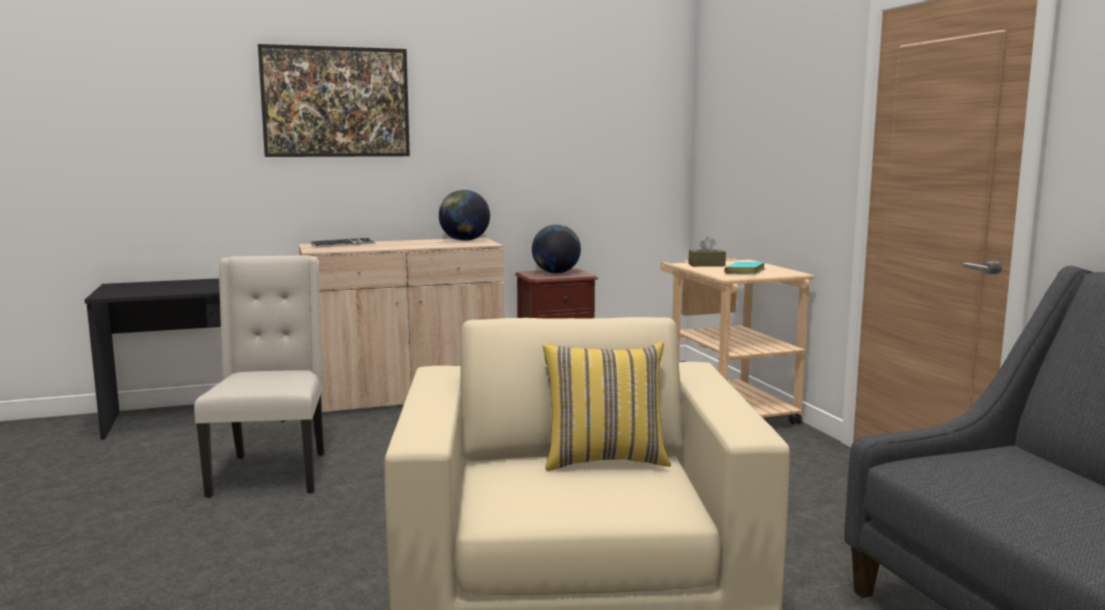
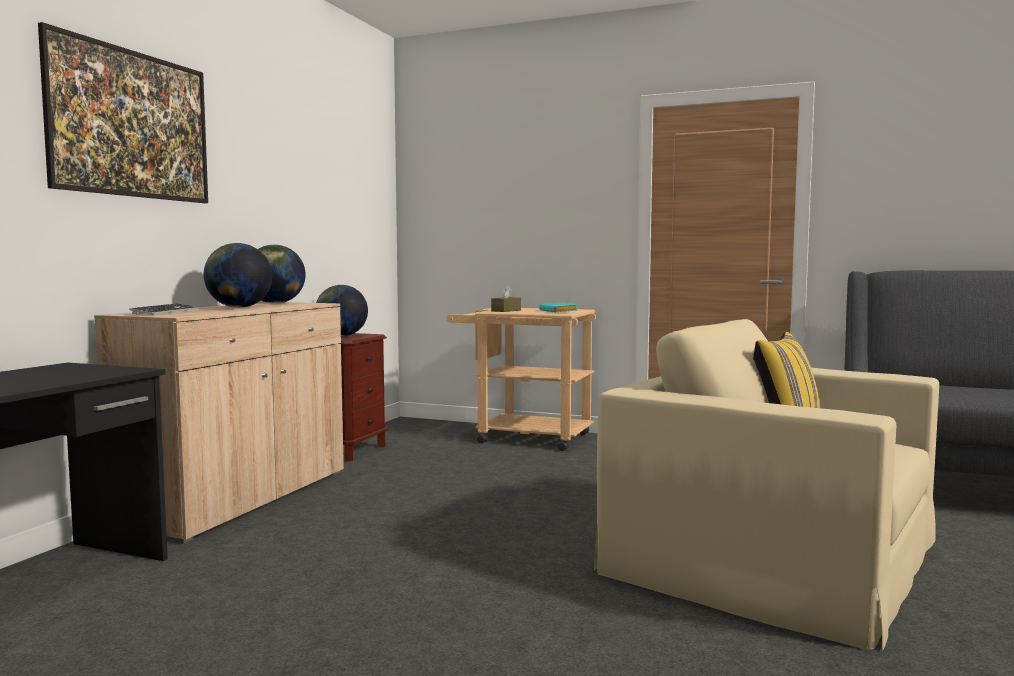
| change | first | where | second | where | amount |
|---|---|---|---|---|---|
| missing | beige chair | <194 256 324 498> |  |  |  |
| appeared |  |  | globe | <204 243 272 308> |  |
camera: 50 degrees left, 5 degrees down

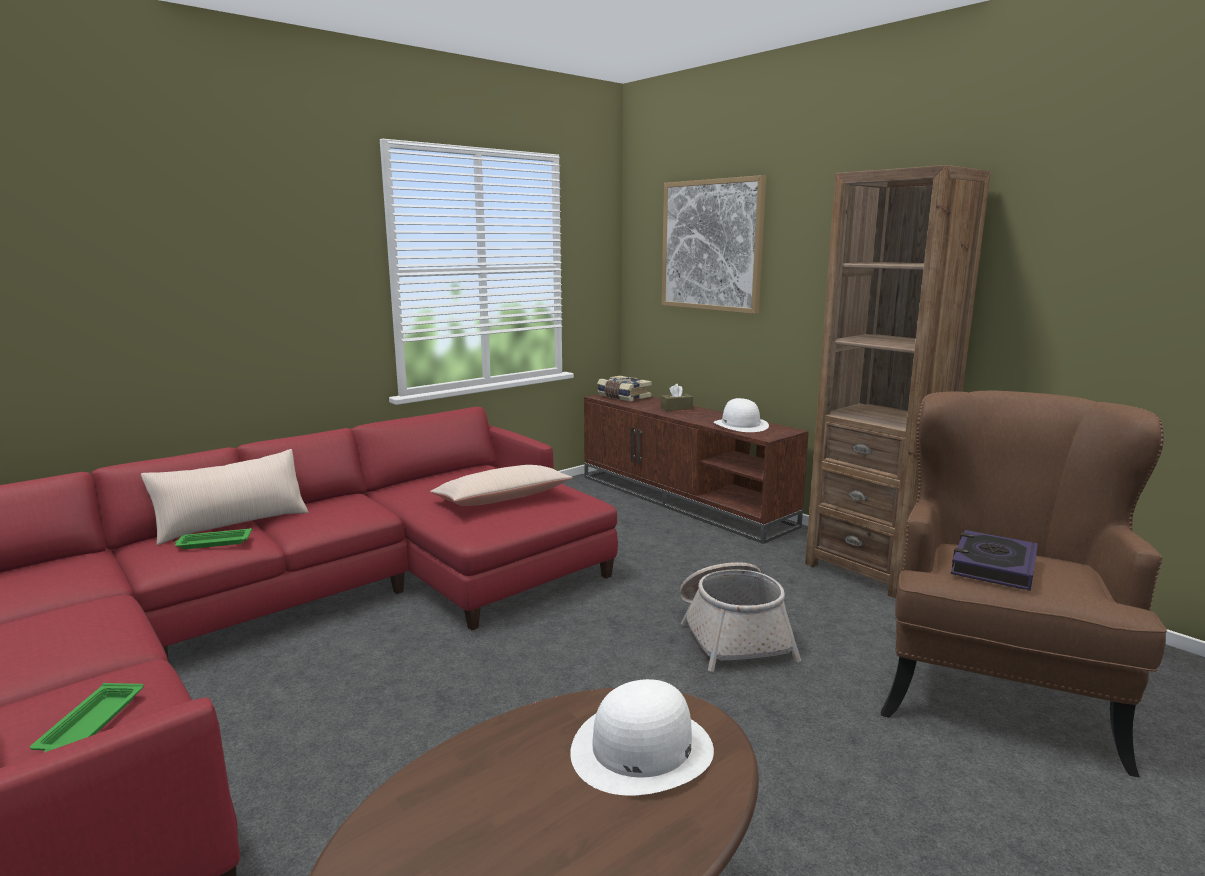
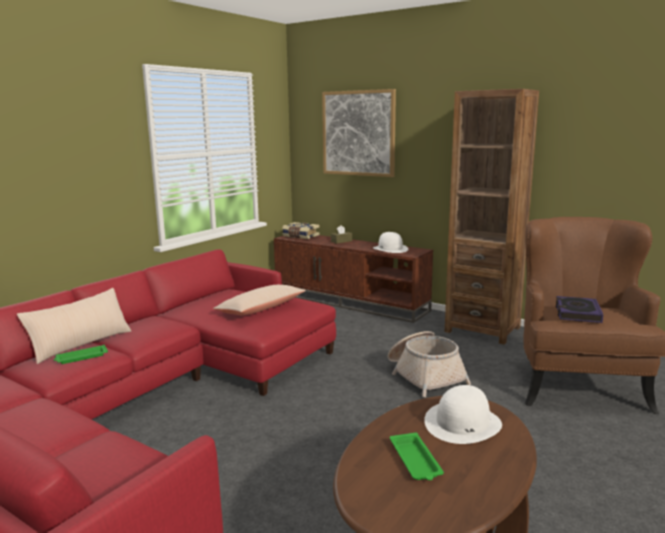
| change | first | where | second | where | amount |
|---|---|---|---|---|---|
| relocated | green tray | <30 683 144 752> |  | <390 432 444 480> |  |
camera: 15 degrees left, 0 degrees up

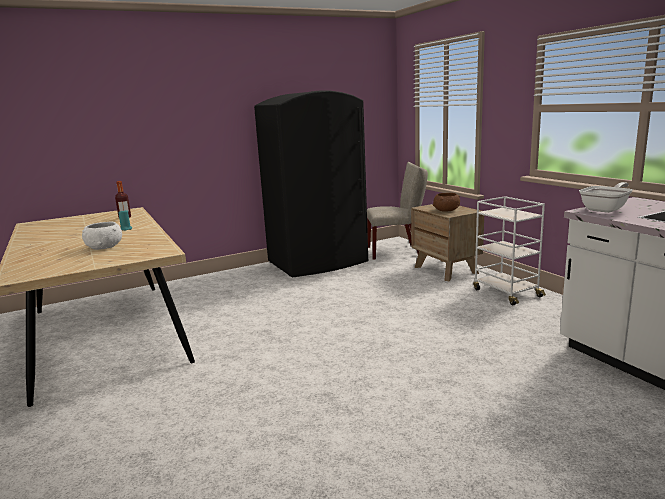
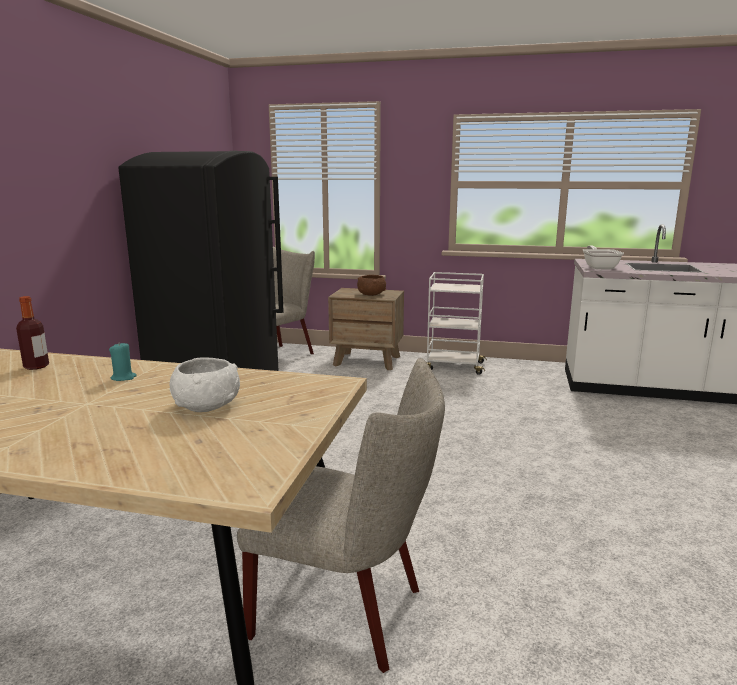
| change | first | where | second | where | amount |
|---|---|---|---|---|---|
| appeared |  |  | beige chair | <237 358 445 673> |  |
camera: 50 degrees left, 0 degrees up

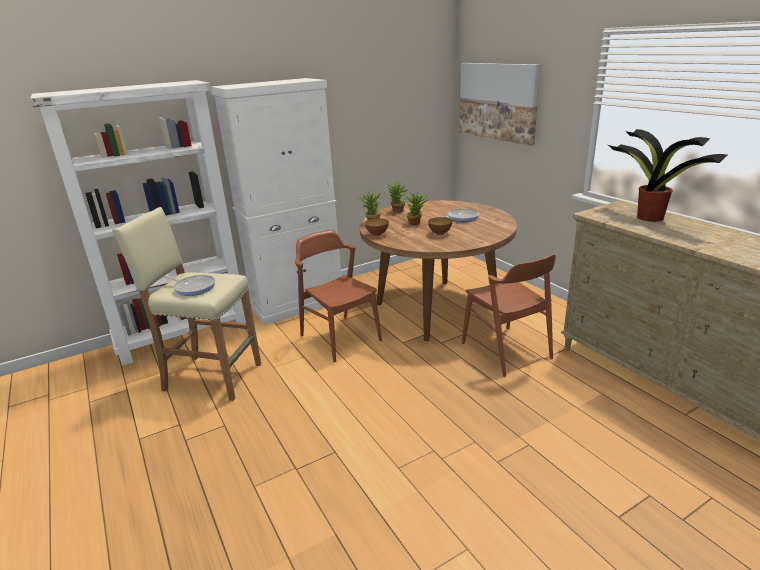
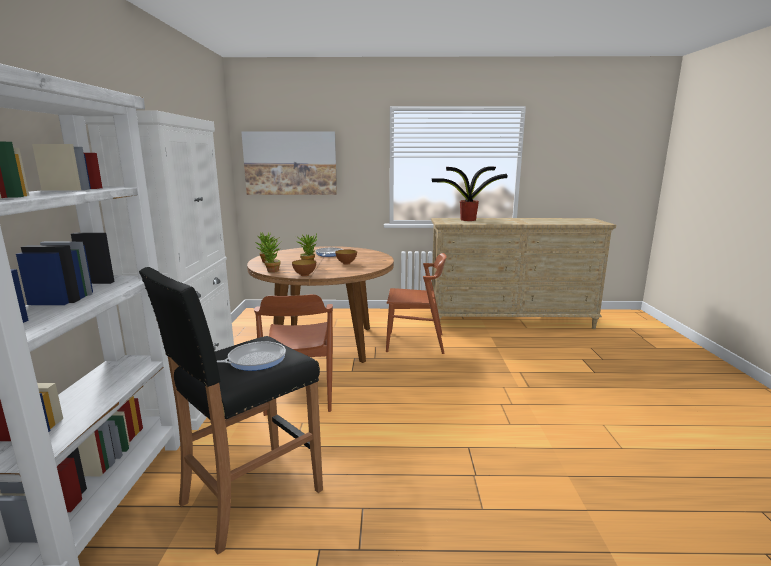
| change | first | where | second | where | amount |
|---|---|---|---|---|---|
| colour | beige stool | <112 207 261 401> | black stool | <139 267 323 555> |  |
| spun | brown chair | <295 230 382 362> |  | <254 294 333 416> | 90 degrees counterclockwise |
camera: 60 degrees left, 10 degrees down

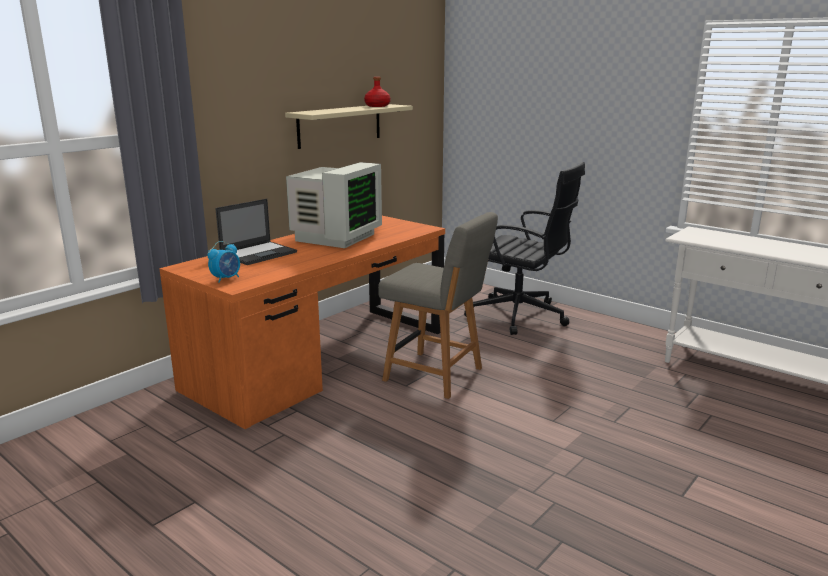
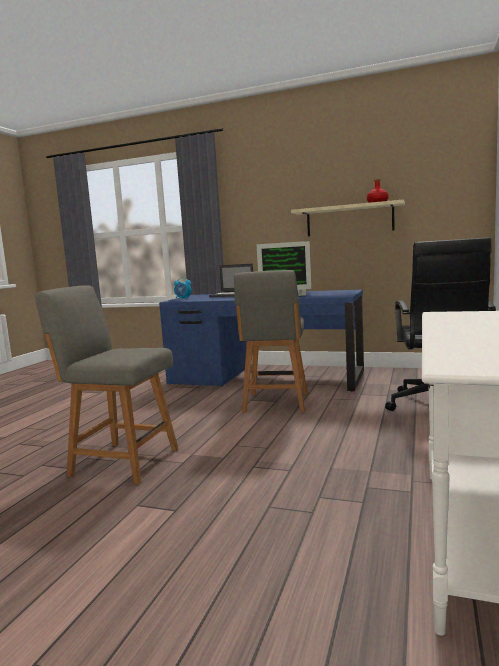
| change | first | where | second | where | amount |
|---|---|---|---|---|---|
| colour | orange desk | <159 216 445 429> | blue desk | <159 289 364 392> |  |
| appeared |  |  | grey chair | <35 285 178 484> |  |
camera: 70 degrees right, 10 degrees down

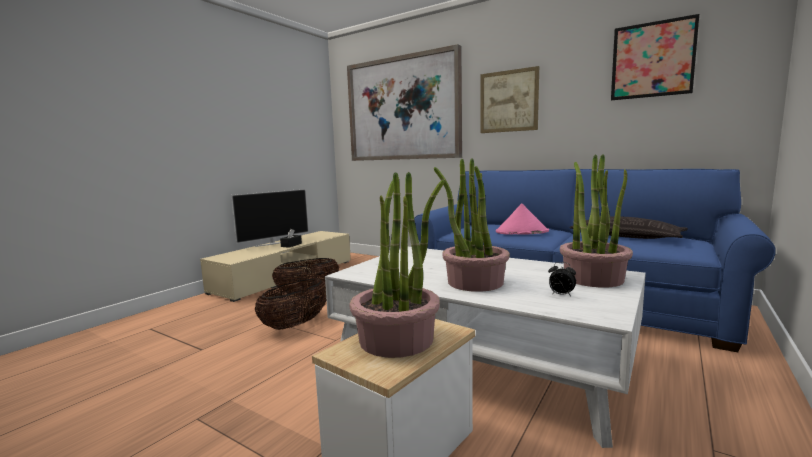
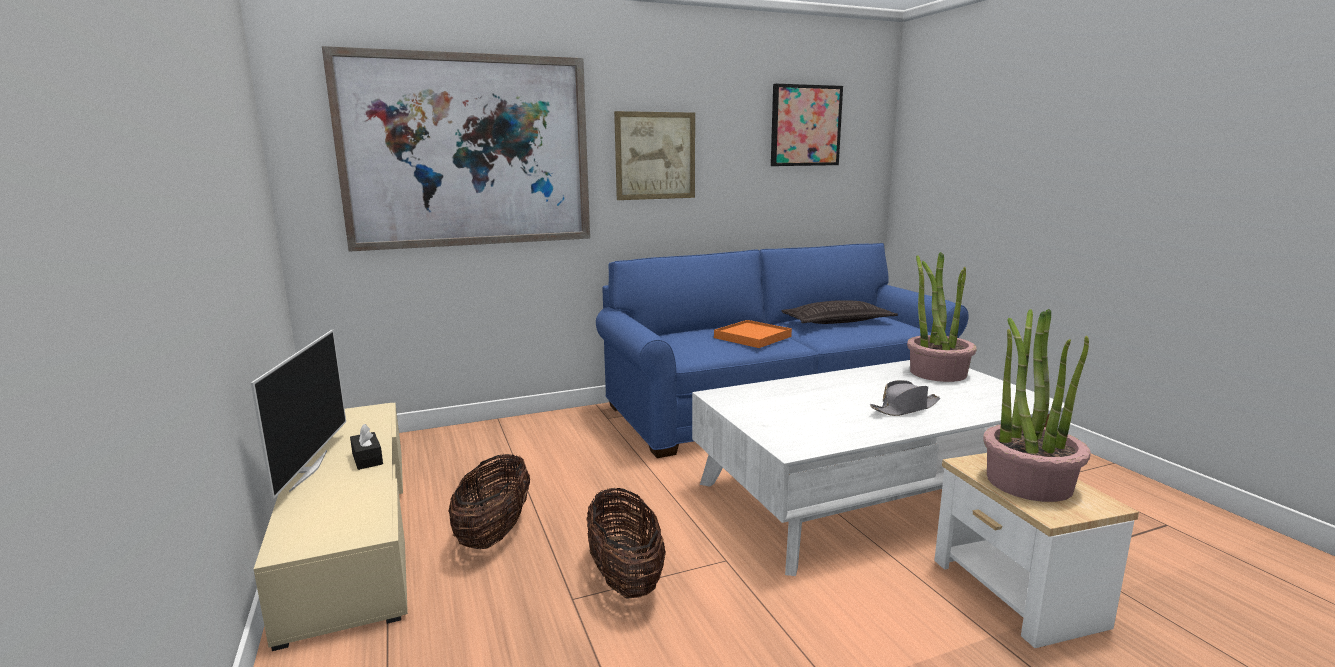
| change | first | where | second | where | amount |
|---|---|---|---|---|---|
| exchanged | potted plant | <434 159 510 292> | grey hat | <870 380 940 416> |  |
| exchanged | pink hat | <496 203 549 235> | orange tray | <714 320 792 348> |  |
| missing | alarm clock | <548 262 576 296> |  |  |  |
camera: 55 degrees left, 5 degrees up

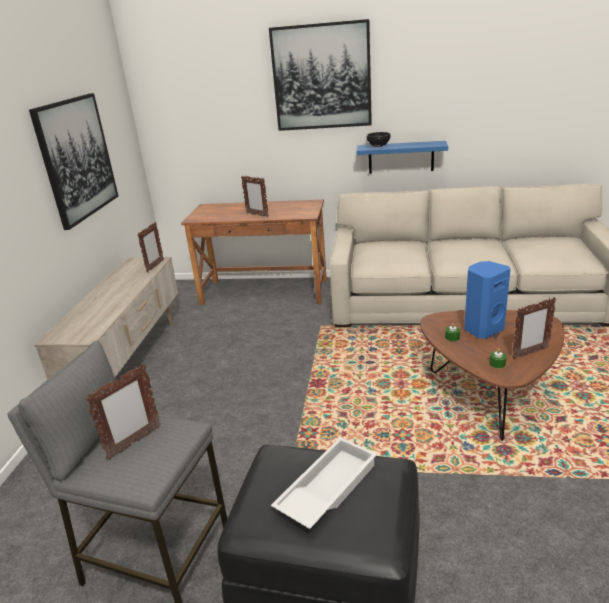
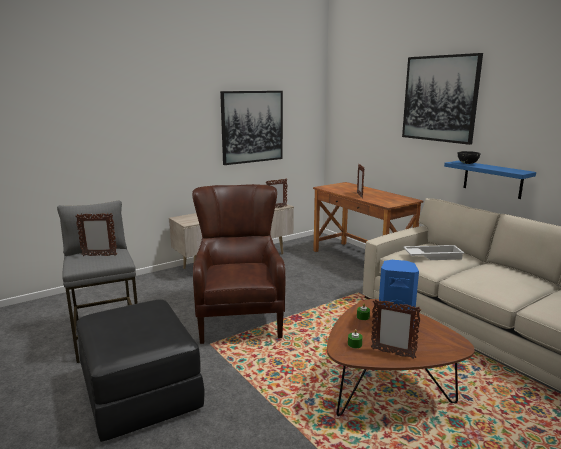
| change | first | where | second | where | amount |
|---|---|---|---|---|---|
| relocated | white tray | <271 437 377 529> |  | <403 245 464 260> |  |
| appeared |  |  | brown armchair | <192 184 285 344> |  |
camera: 45 degrees right, 10 degrees down

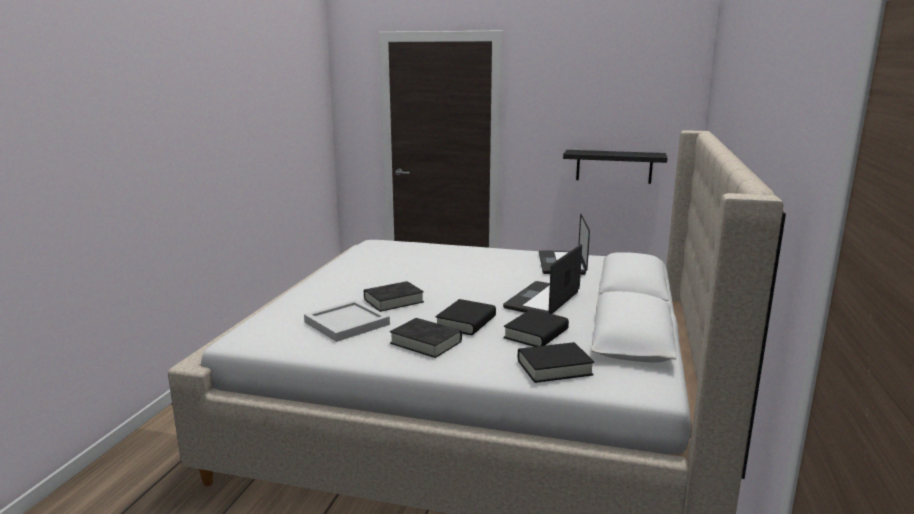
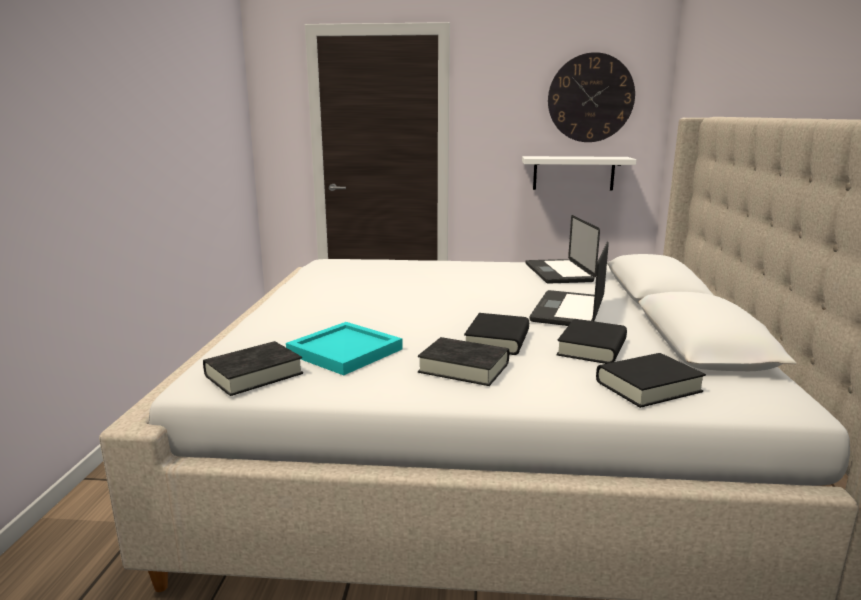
| change | first | where | second | where | amount |
|---|---|---|---|---|---|
| colour | black shelf | <563 150 668 184> | white shelf | <522 156 636 191> |  |
| relocated | black book | <364 281 424 312> |  | <203 341 303 396> |  |
| colour | white tray | <304 300 390 342> | turquoise tray | <286 322 403 375> |  |
| appeared |  |  | wall clock | <548 52 635 142> |  |
camera: 10 degrees left, 0 degrees up

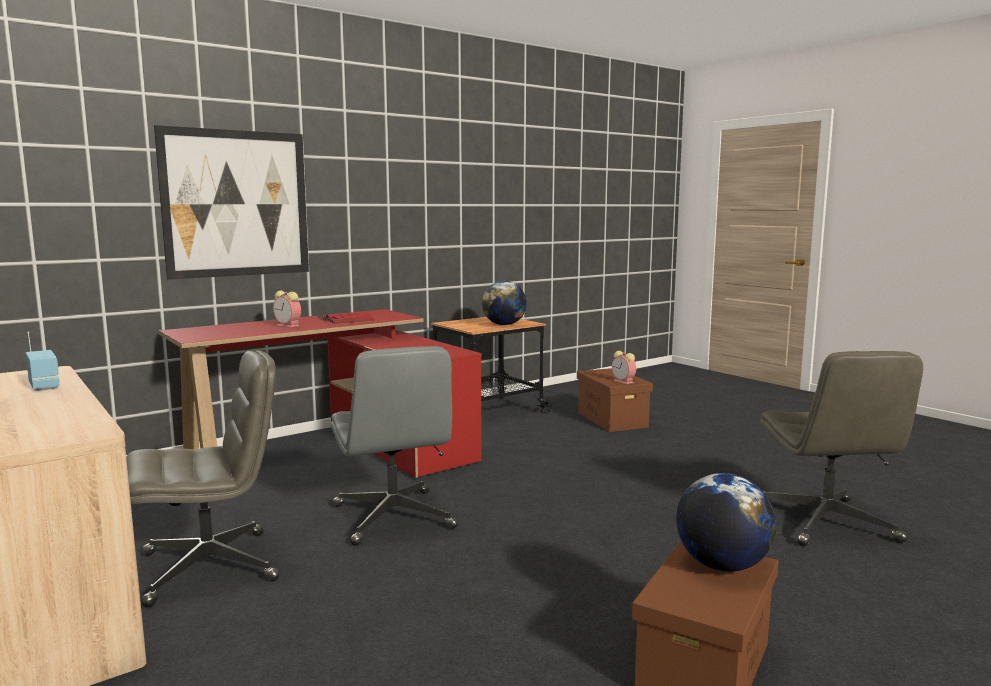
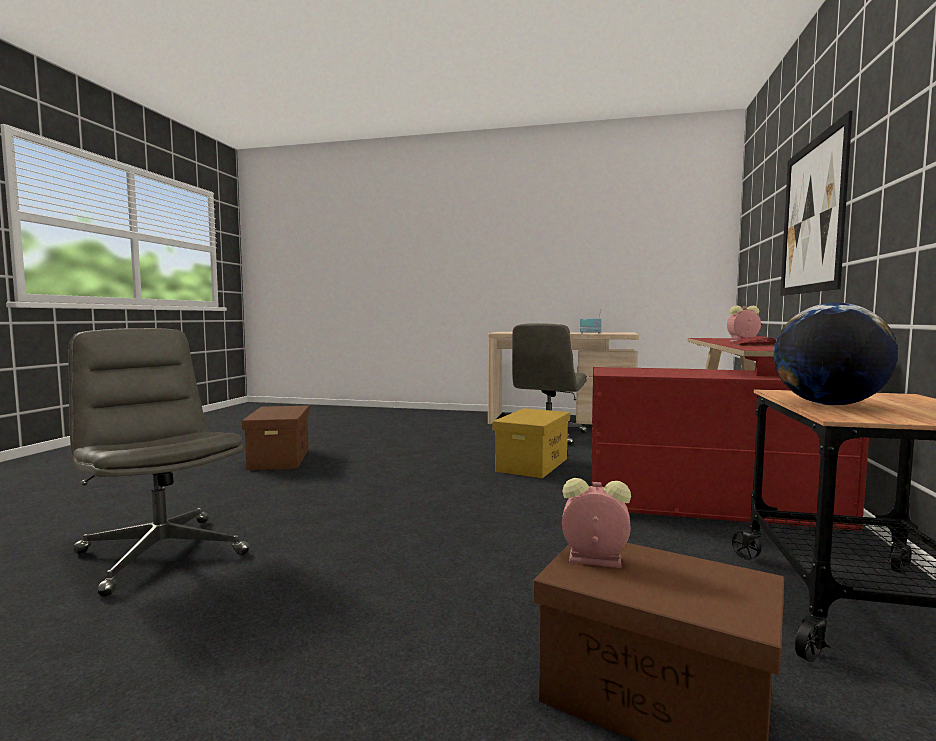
| change | first | where | second | where | amount |
|---|---|---|---|---|---|
| exchanged | grey office chair | <331 346 458 546> | yellow storage box | <493 408 570 478> |  |
| missing | globe | <676 473 776 572> |  |  |  |
camera: 140 degrees right, 5 degrees down

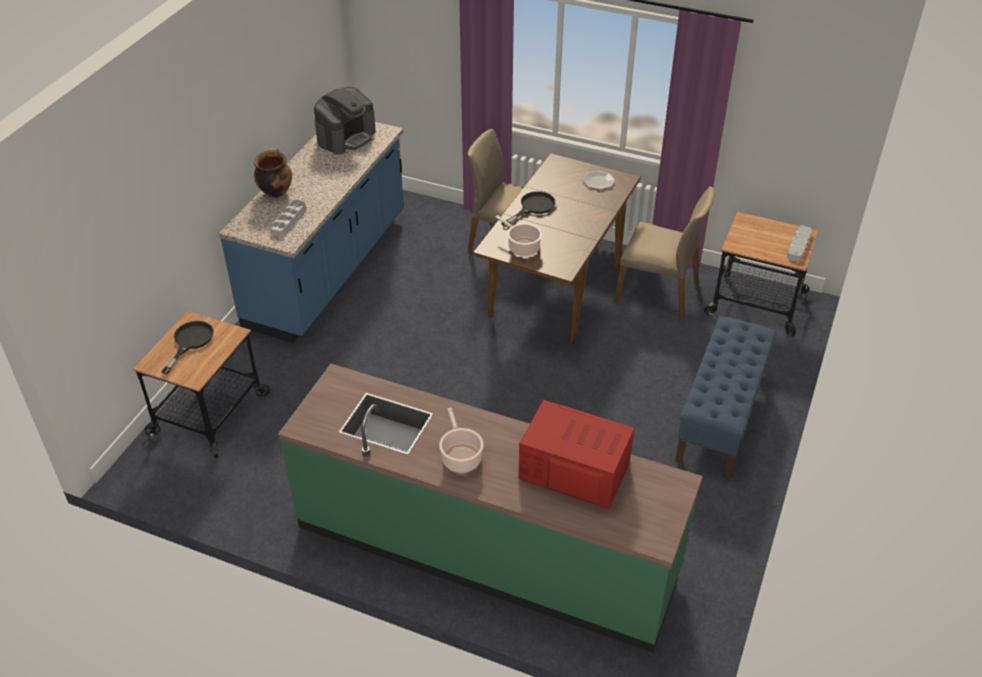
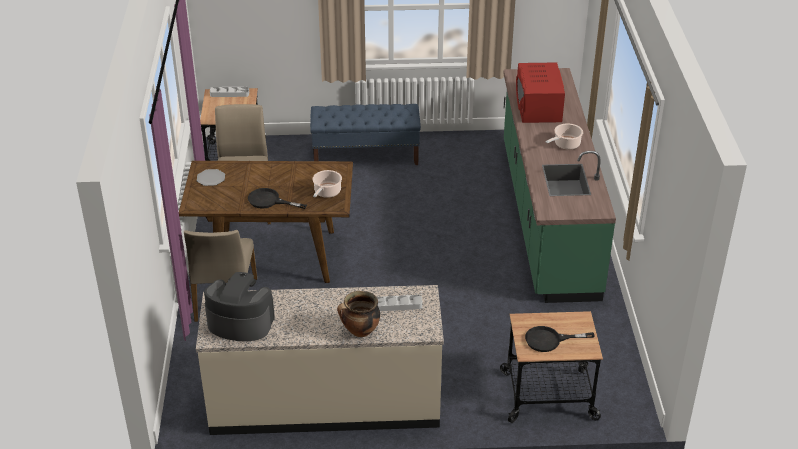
| change | first | where | second | where | amount |
|---|---|---|---|---|---|
| colour | blue counter | <219 122 404 343> | beige counter | <196 285 444 435> |  |
camera: 115 degrees left, 5 degrees down

